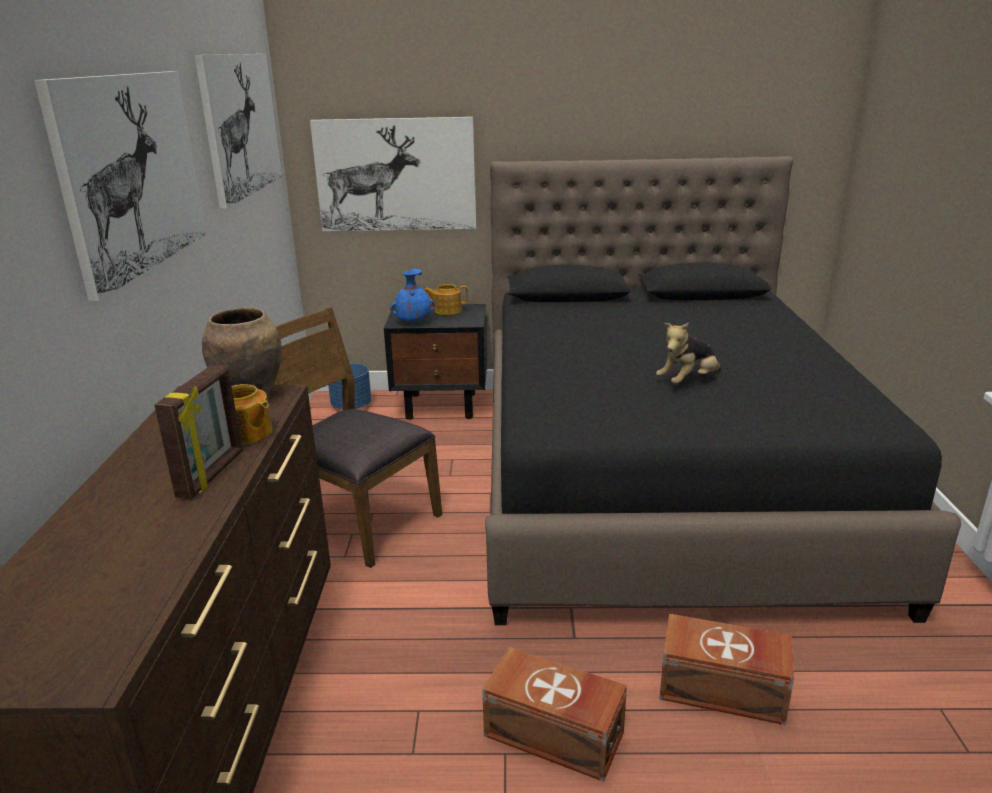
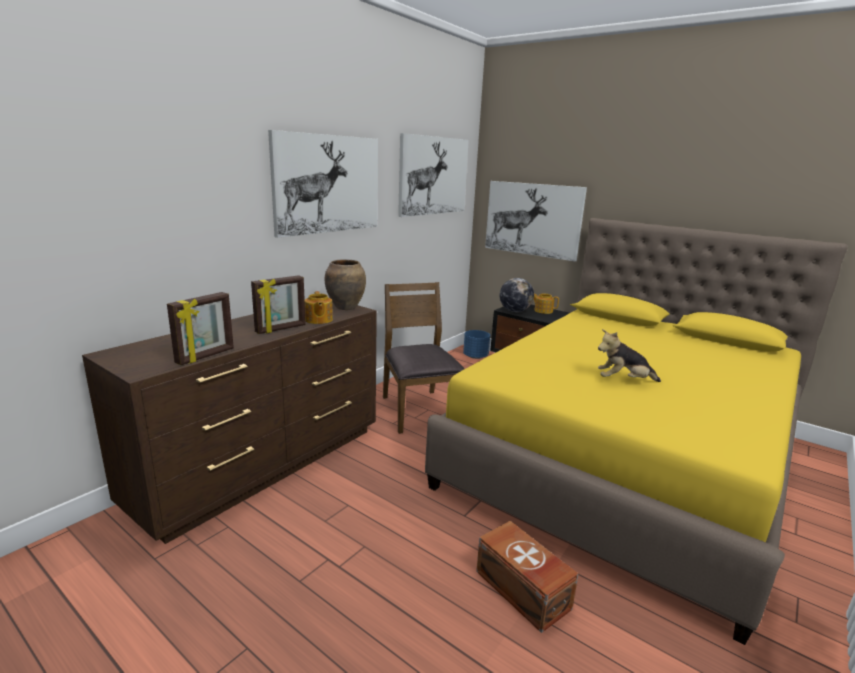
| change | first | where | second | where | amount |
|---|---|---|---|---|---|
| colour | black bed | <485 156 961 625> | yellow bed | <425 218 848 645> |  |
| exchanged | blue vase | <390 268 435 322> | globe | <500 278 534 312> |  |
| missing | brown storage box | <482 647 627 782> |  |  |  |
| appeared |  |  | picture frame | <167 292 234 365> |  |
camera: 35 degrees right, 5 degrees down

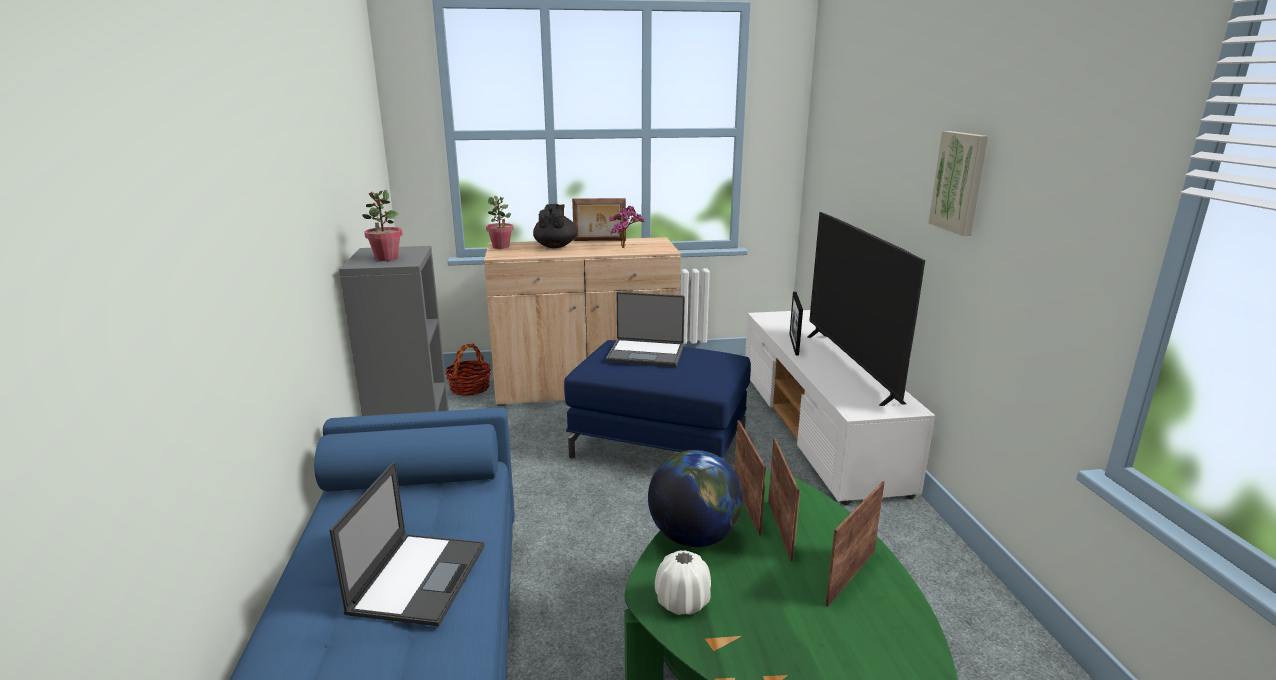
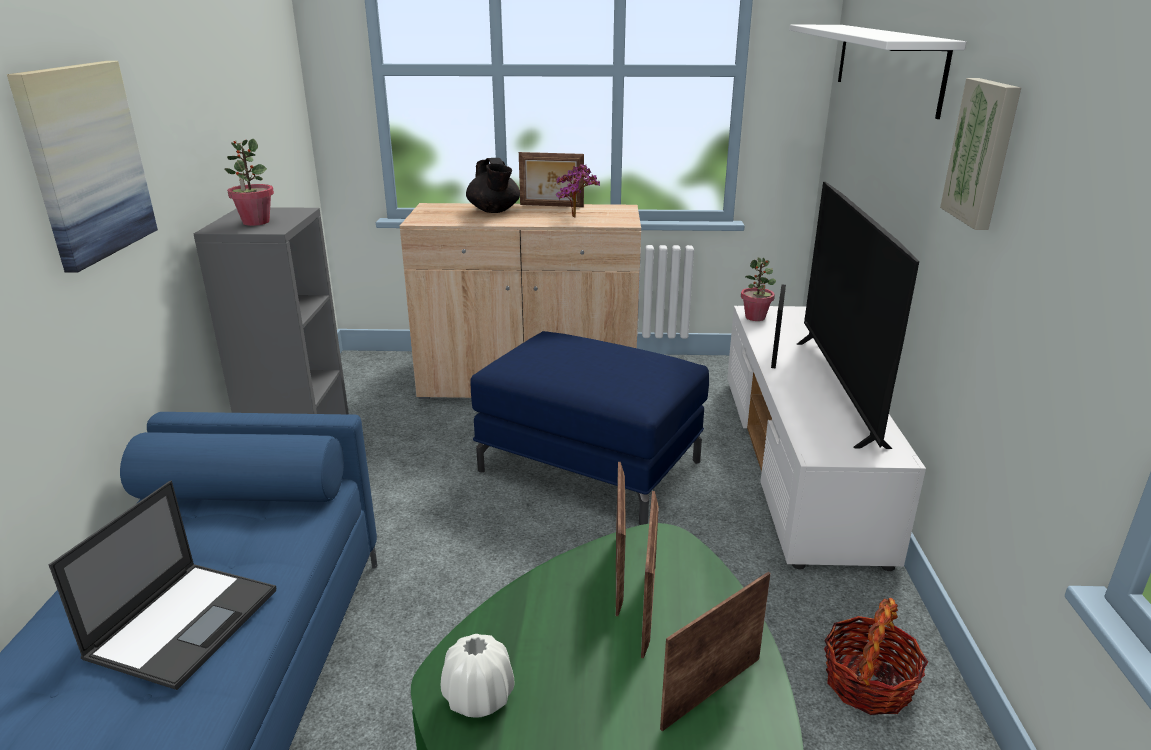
| change | first | where | second | where | amount |
|---|---|---|---|---|---|
| relocated | potted plant | <486 196 513 249> |  | <741 258 776 321> |  |
| spun | black teapot | <533 204 577 248> |  | <466 158 520 213> | 150 degrees clockwise |
| missing | laptop | <606 292 685 367> |  |  |  |
| relocated | basket | <445 343 491 396> |  | <824 598 928 715> |  |
| missing | globe | <648 450 743 547> |  |  |  |
| appeared |  |  | white shelf | <789 25 966 119> |  |
| appeared |  |  | picture | <7 61 158 273> |  |
camera: 10 degrees right, 5 degrees up

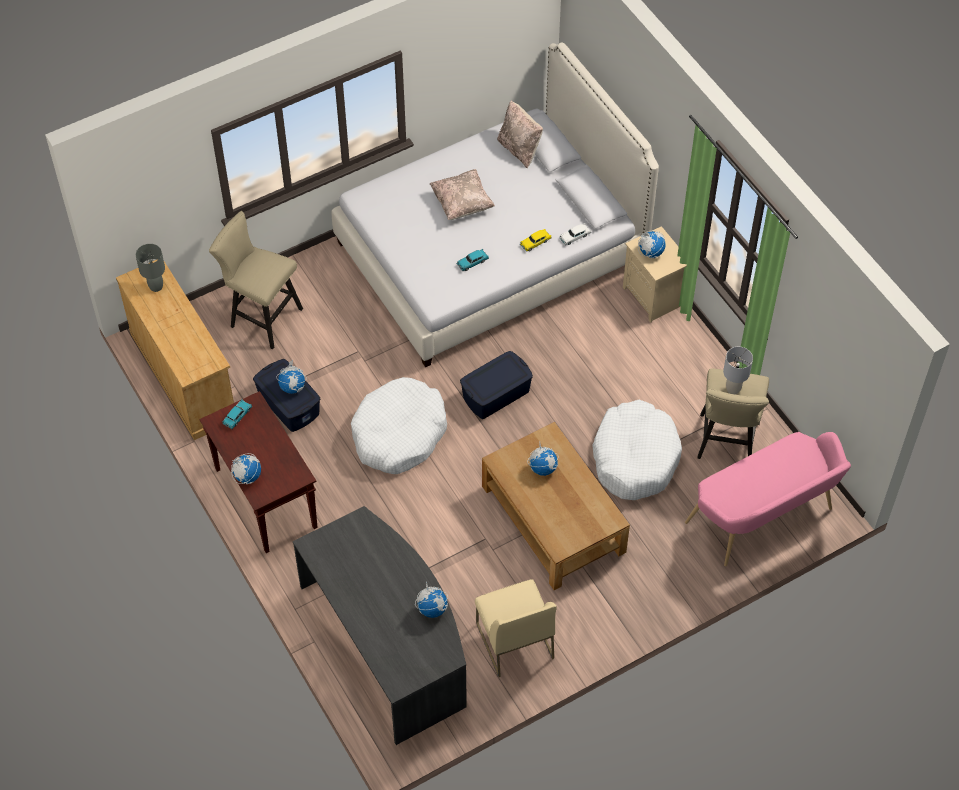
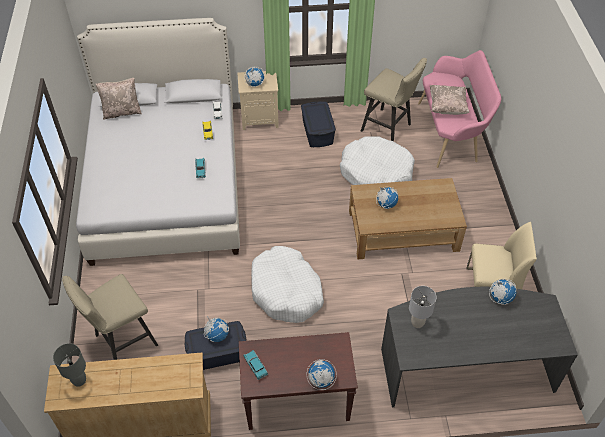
| change | first | where | second | where | amount |
|---|---|---|---|---|---|
| relocated | beige pillow | <430 169 495 220> |  | <430 85 470 115> |  |
| relocated | grey table lamp | <723 347 753 394> |  | <409 286 436 328> |  |
| relocated | blue storage box | <460 351 533 419> |  | <301 101 336 147> |  |
camera: 65 degrees left, 5 degrees down

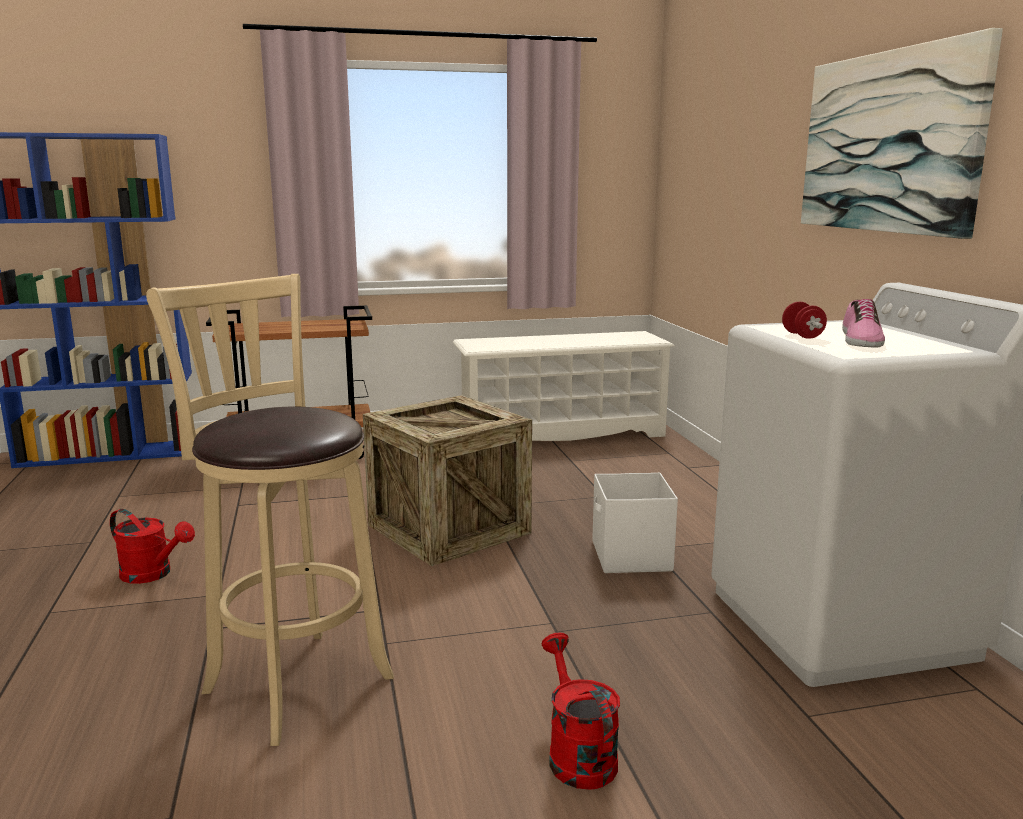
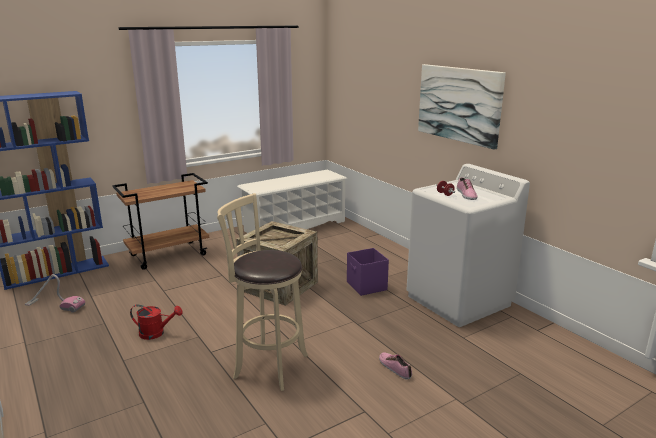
| change | first | where | second | where | amount |
|---|---|---|---|---|---|
| colour | white storage box | <592 473 678 573> | purple storage box | <347 248 389 296> |  |
| exchanged | red watering can | <541 633 620 790> | shoe | <379 352 412 380> |  |
| appeared |  |  | vacuum cleaner | <25 274 85 313> |  |
camera: 20 degrees left, 5 degrees up

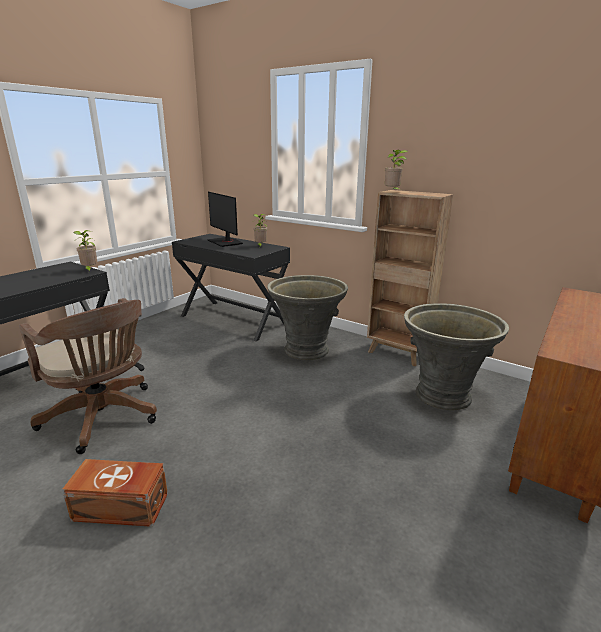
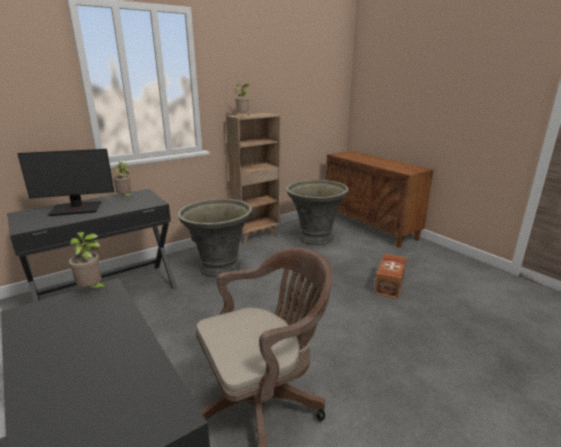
| change | first | where | second | where | amount |
|---|---|---|---|---|---|
| relocated | brown storage box | <62 459 168 527> |  | <374 254 407 299> |  |
camera: 70 degrees left, 0 degrees up

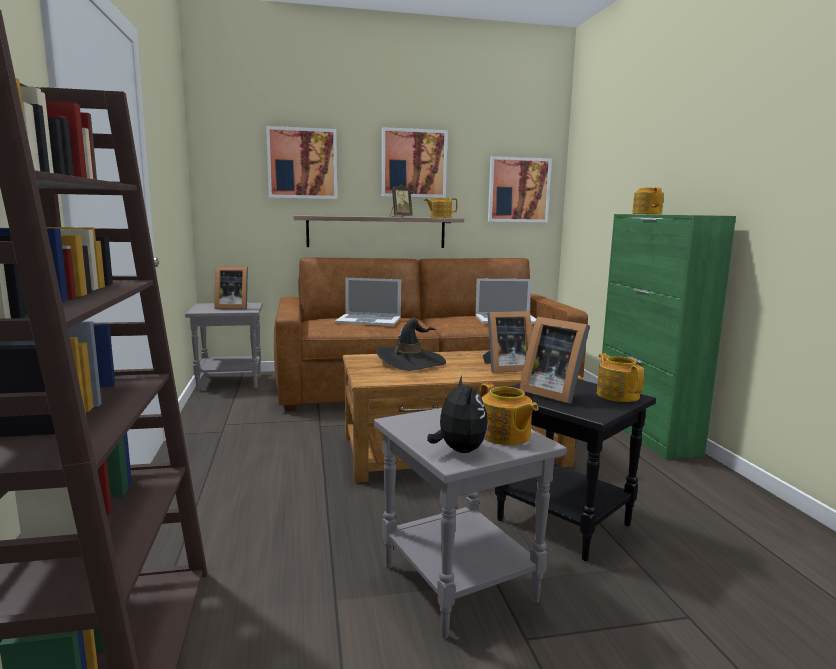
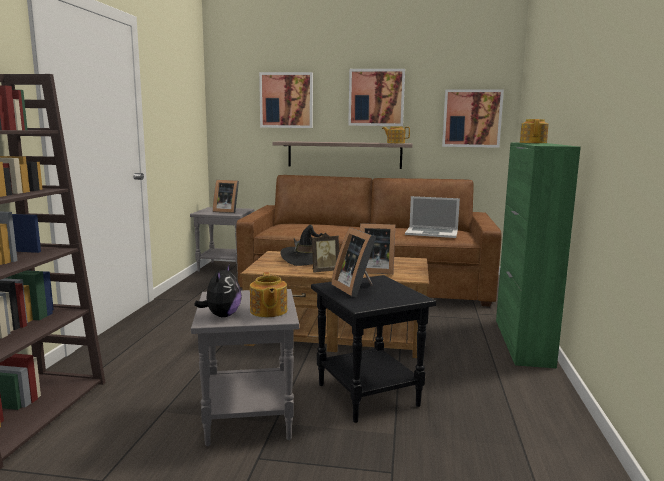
| change | first | where | second | where | amount |
|---|---|---|---|---|---|
| relocated | picture frame | <390 184 413 217> |  | <312 233 339 272> |  |
| missing | laptop | <335 278 401 326> |  |  |  |
| missing | teapot | <597 353 644 402> |  |  |  |
camera: 20 degrees right, 0 degrees up

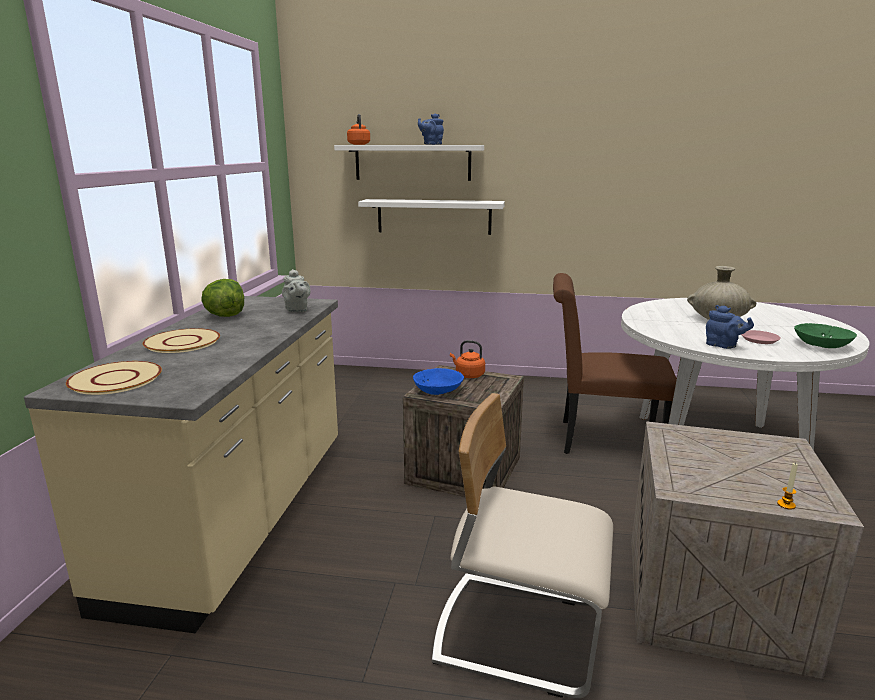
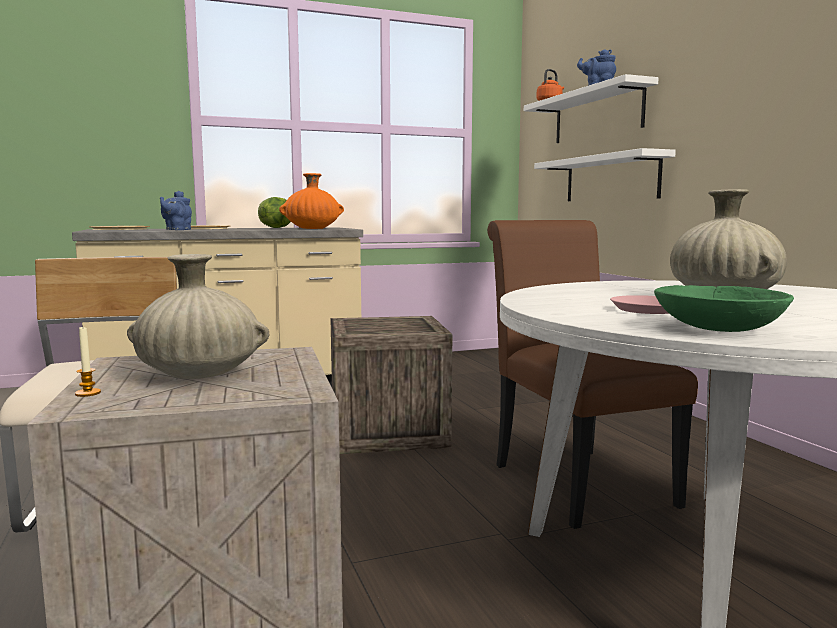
| change | first | where | second | where | amount |
|---|---|---|---|---|---|
| exchanged | grey teapot | <282 269 311 312> | orange vase | <279 173 344 229> |  |
| relocated | blue teapot | <706 305 754 349> |  | <160 191 192 230> |  |
| missing | orange kettle | <450 340 485 378> |  |  |  |
| missing | blue bowl | <413 368 464 395> |  |  |  |
| appeared |  |  | beige vase | <127 254 269 379> |  |
camera: 60 degrees right, 10 degrees down

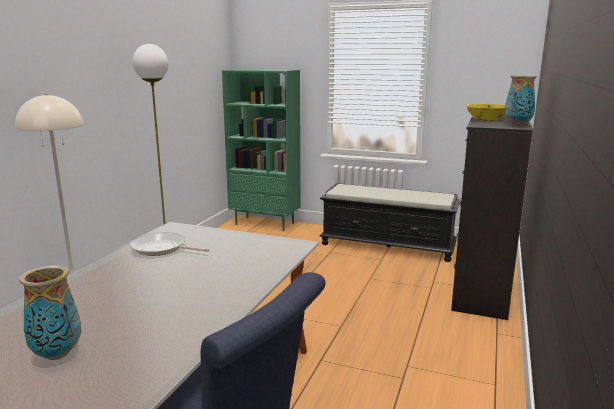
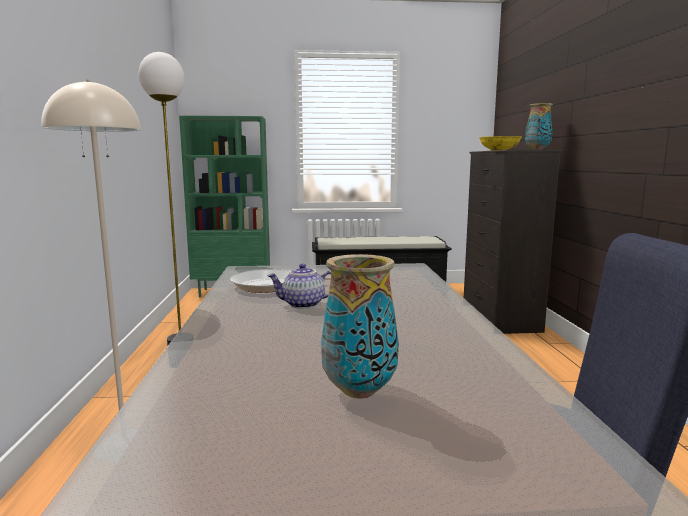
| change | first | where | second | where | amount |
|---|---|---|---|---|---|
| appeared |  |  | teapot | <267 264 331 309> |  |
camera: 25 degrees left, 5 degrees down

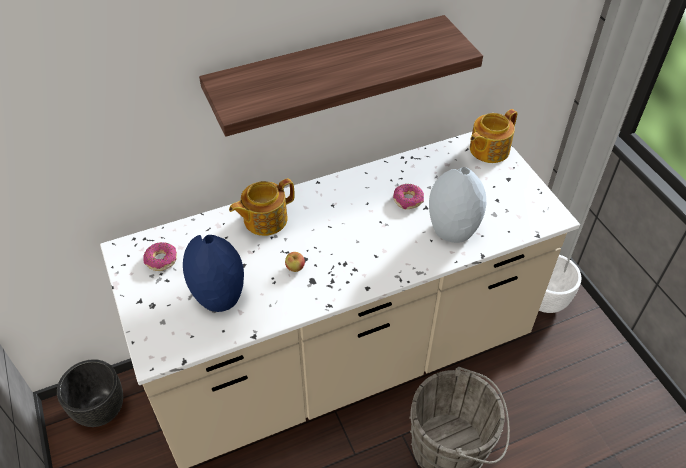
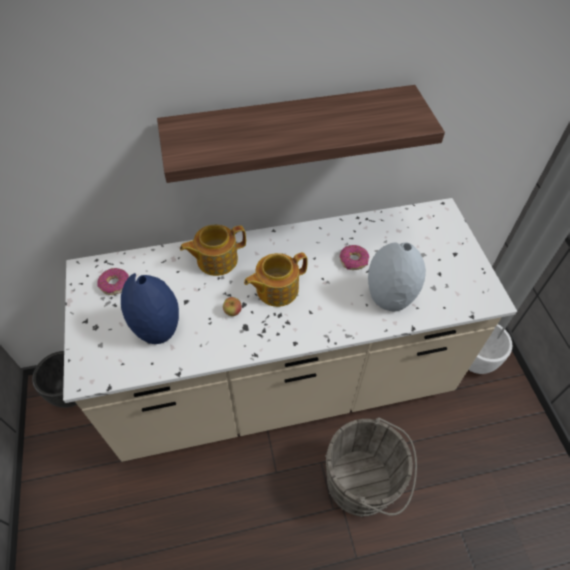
| change | first | where | second | where | amount |
|---|---|---|---|---|---|
| relocated | teapot | <470 109 517 163> |  | <244 252 308 307> |  |
camera: 10 degrees right, 5 degrees up

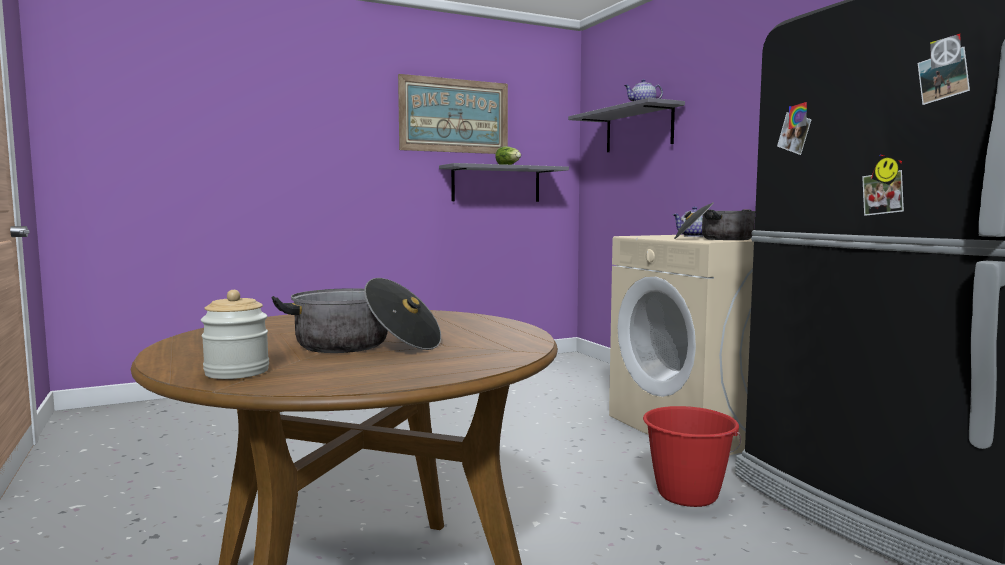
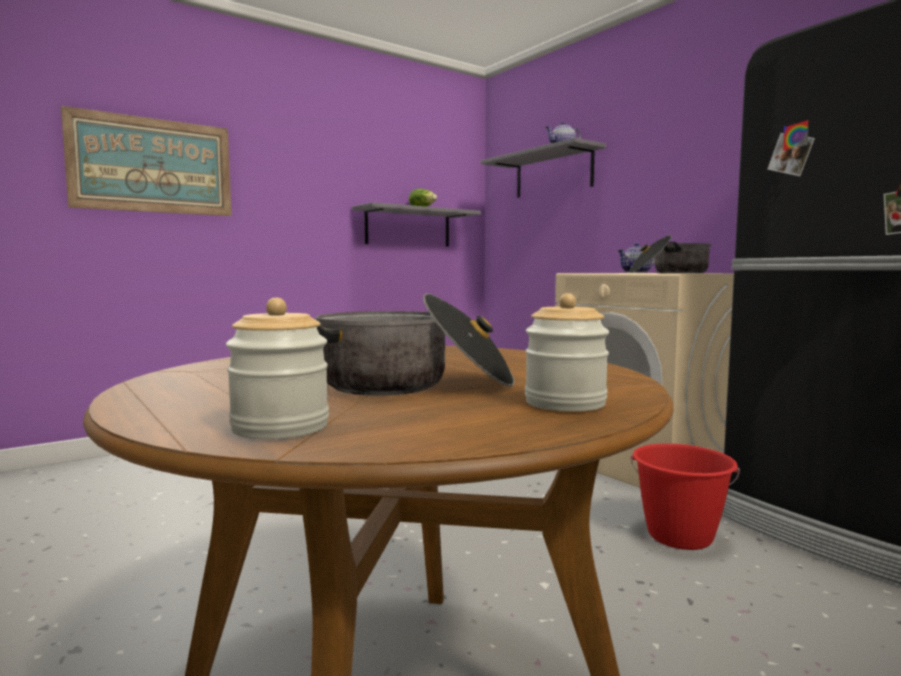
| change | first | where | second | where | amount |
|---|---|---|---|---|---|
| relocated | picture | <398 74 508 154> |  | <61 106 232 216> |  |
| appeared |  |  | jar | <525 293 609 412> |  |
camera: 10 degrees left, 0 degrees up

